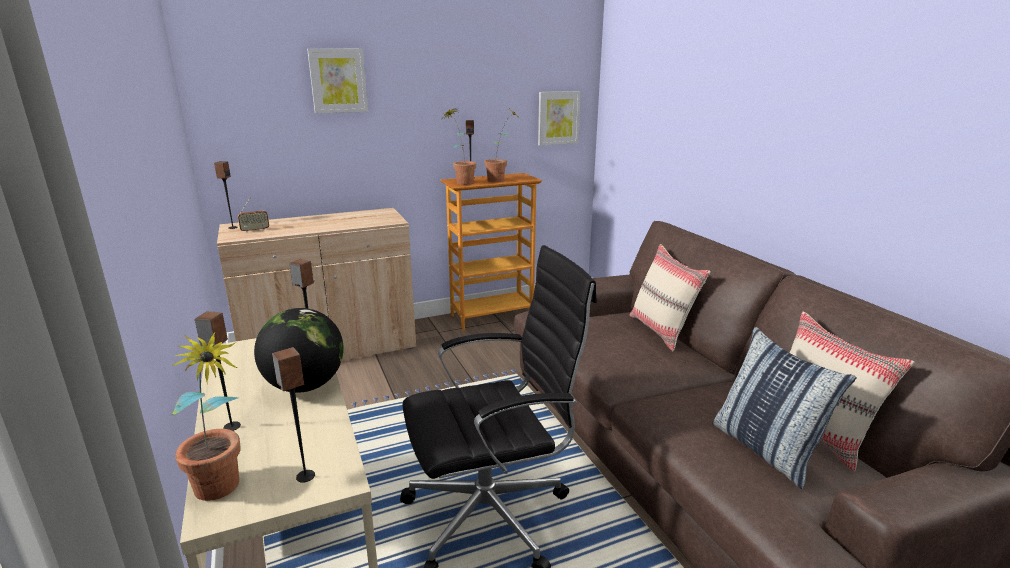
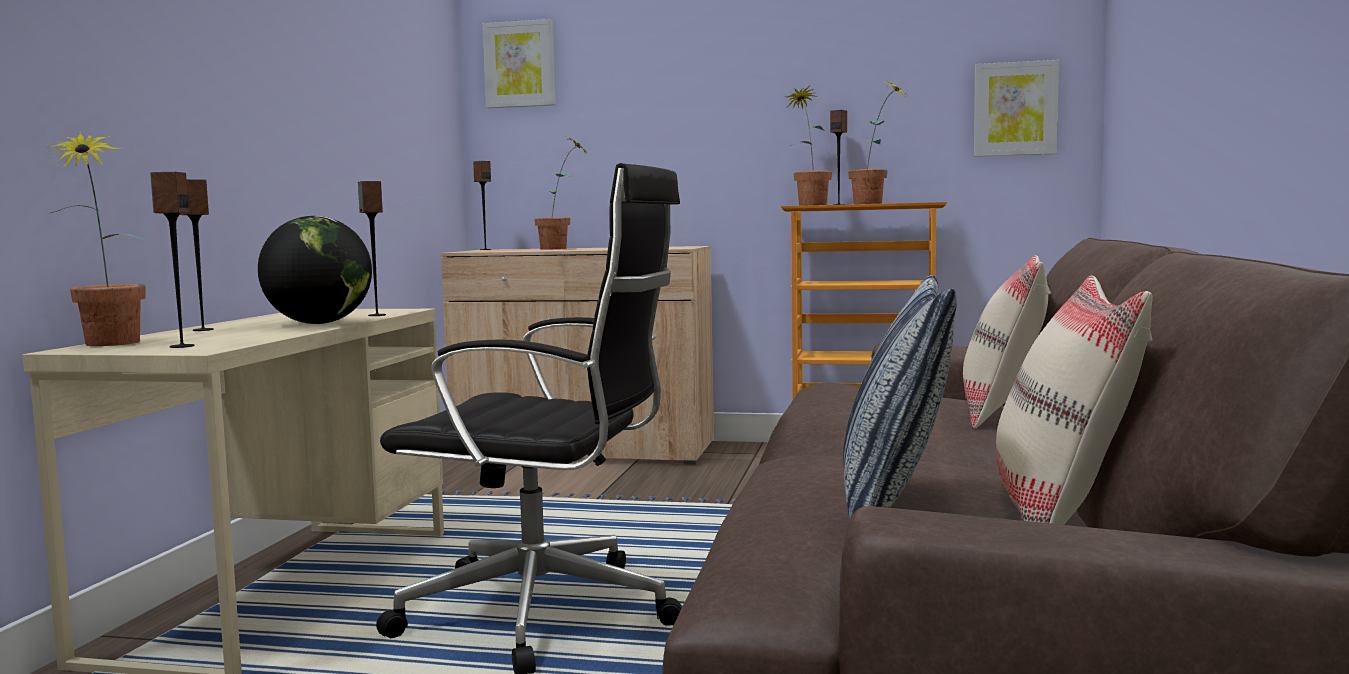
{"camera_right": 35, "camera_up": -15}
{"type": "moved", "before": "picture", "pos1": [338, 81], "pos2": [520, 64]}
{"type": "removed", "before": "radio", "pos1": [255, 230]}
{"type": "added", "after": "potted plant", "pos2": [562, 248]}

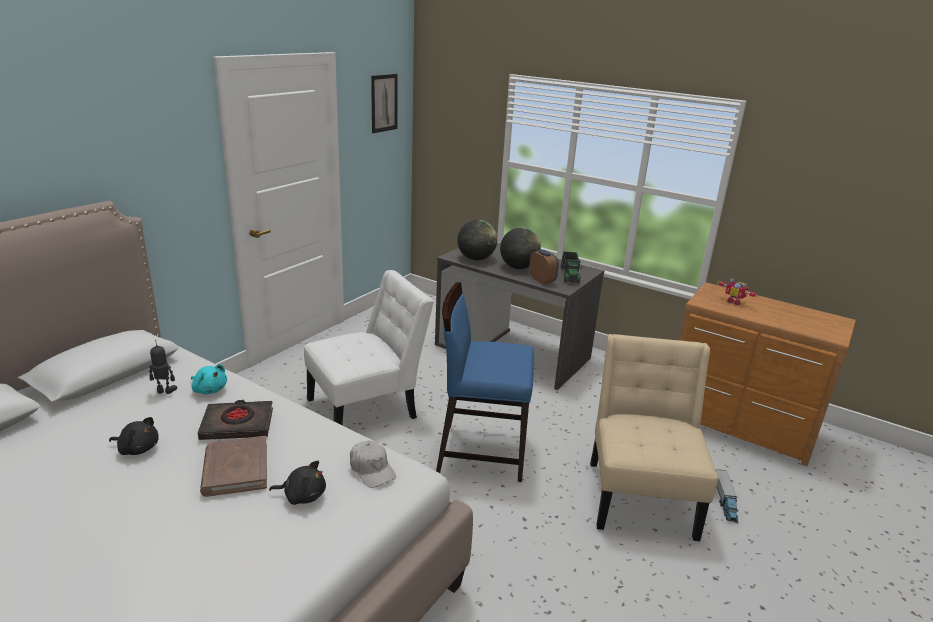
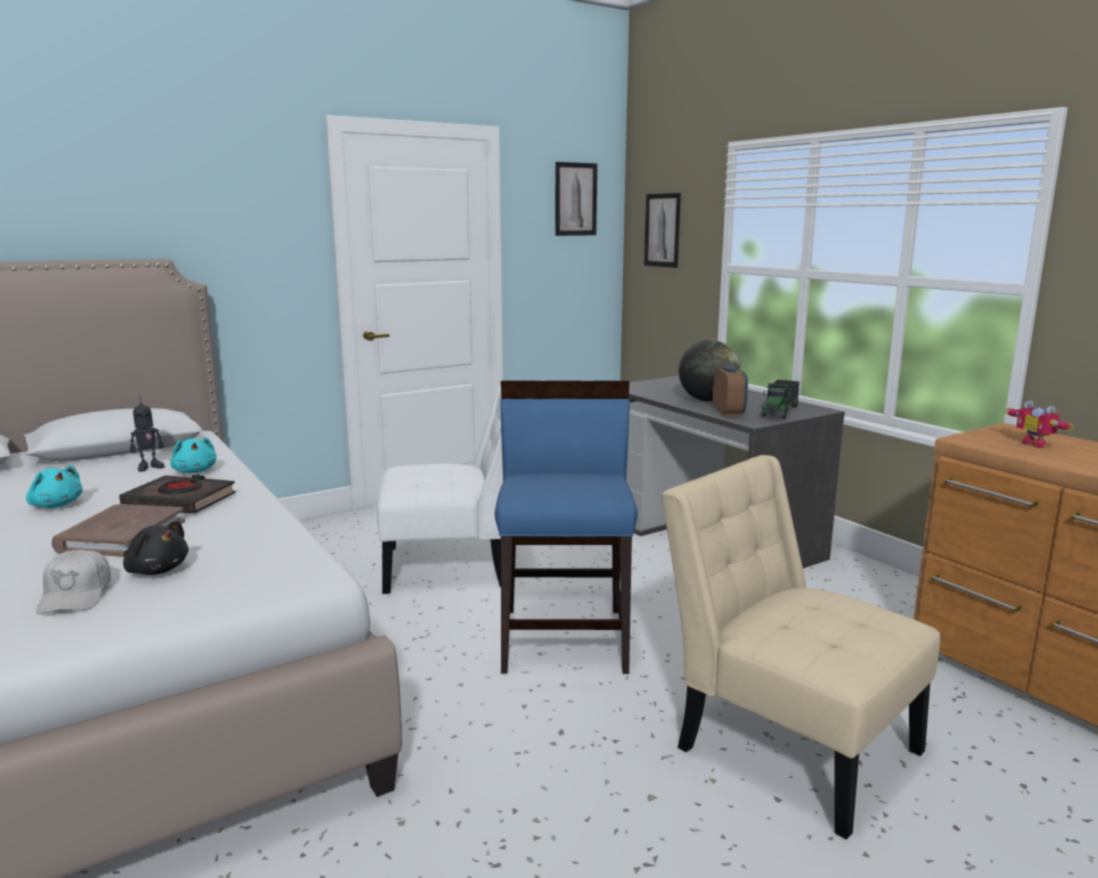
{"camera_right": 25, "camera_up": -10}
{"type": "removed", "before": "globe", "pos1": [476, 259]}
{"type": "turned", "before": "chair in blue", "pos1": [481, 451], "pos2": [565, 638], "turn": 60}
{"type": "turned", "before": "chair in beige", "pos1": [640, 494], "pos2": [787, 743], "turn": -75}
{"type": "turned", "before": "toy robot", "pos1": [165, 391], "pos2": [149, 467], "turn": 120}
{"type": "recoloured", "before": "plush toy in black", "after": "plush toy in turquoise", "pos1": [137, 448], "pos2": [56, 505]}
{"type": "moved", "before": "cap in white", "pos1": [372, 469], "pos2": [76, 595]}
{"type": "removed", "before": "toy truck", "pos1": [724, 501]}
{"type": "added", "after": "picture", "pos2": [662, 230]}

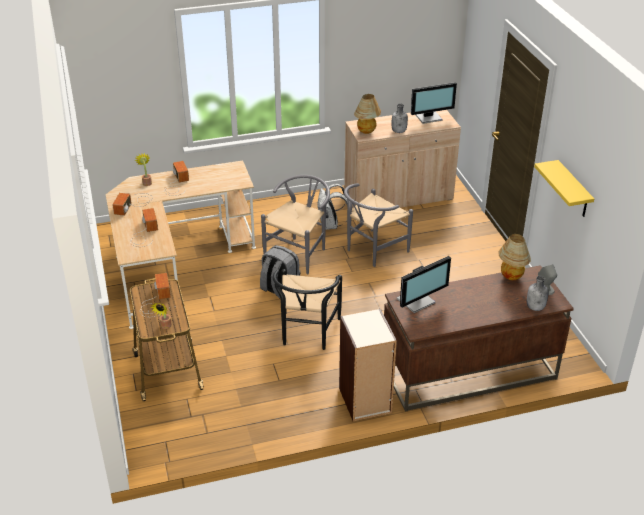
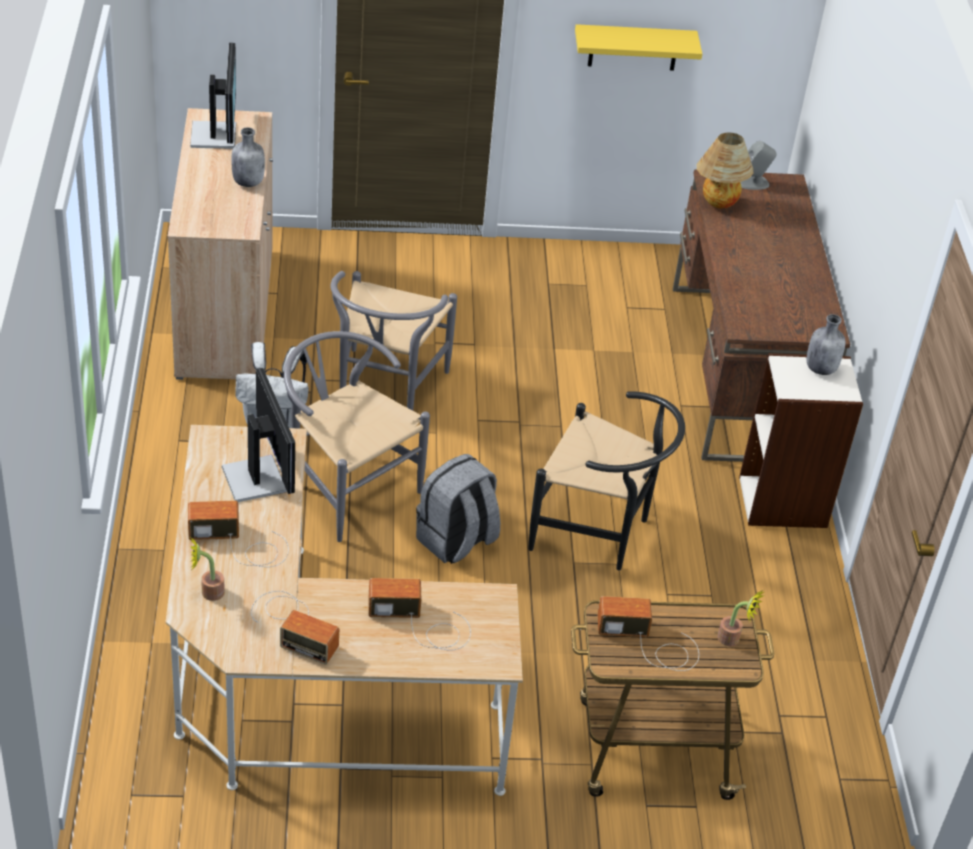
{"camera_right": -80, "camera_up": 5}
{"type": "removed", "before": "table lamp", "pos1": [367, 132]}
{"type": "turned", "before": "chair in grey", "pos1": [372, 251], "pos2": [385, 391], "turn": 45}
{"type": "moved", "before": "monitor", "pos1": [417, 301], "pos2": [257, 478]}
{"type": "moved", "before": "bottle in grey", "pos1": [535, 307], "pos2": [821, 368]}

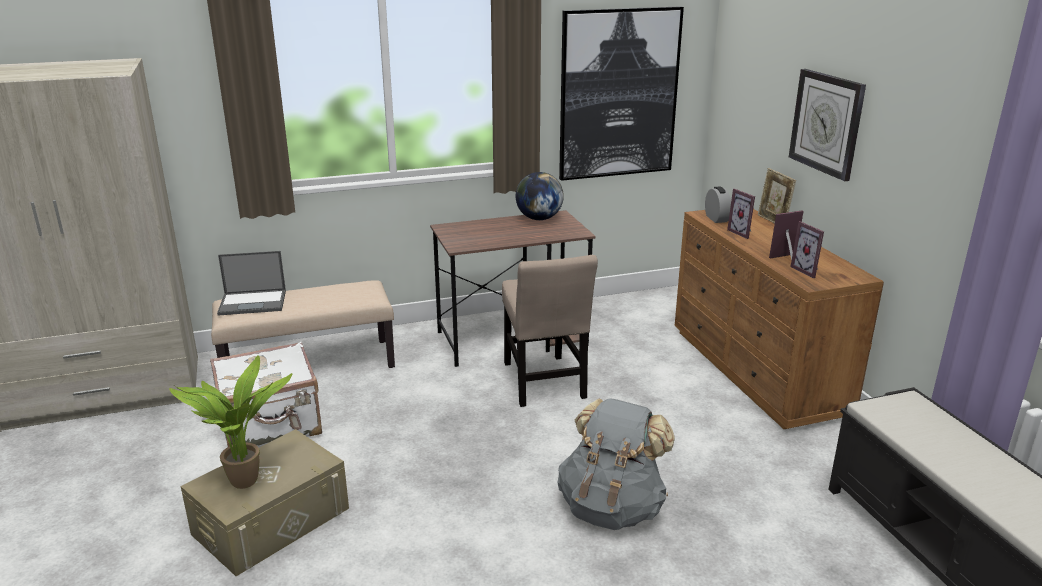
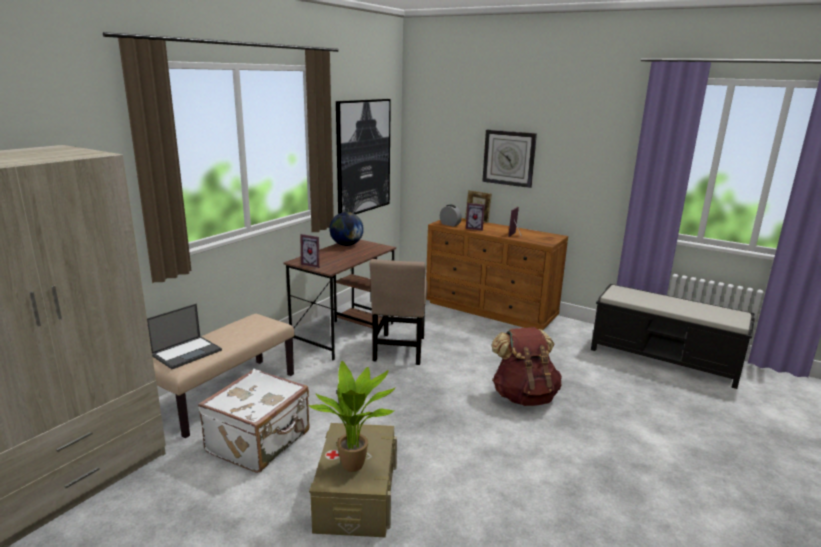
{"camera_right": -40, "camera_up": -5}
{"type": "moved", "before": "picture frame", "pos1": [809, 271], "pos2": [313, 264]}
{"type": "turned", "before": "chair in beige", "pos1": [544, 383], "pos2": [399, 351], "turn": 60}
{"type": "recoloured", "before": "backpack in grey", "after": "backpack in brown", "pos1": [612, 508], "pos2": [524, 396]}

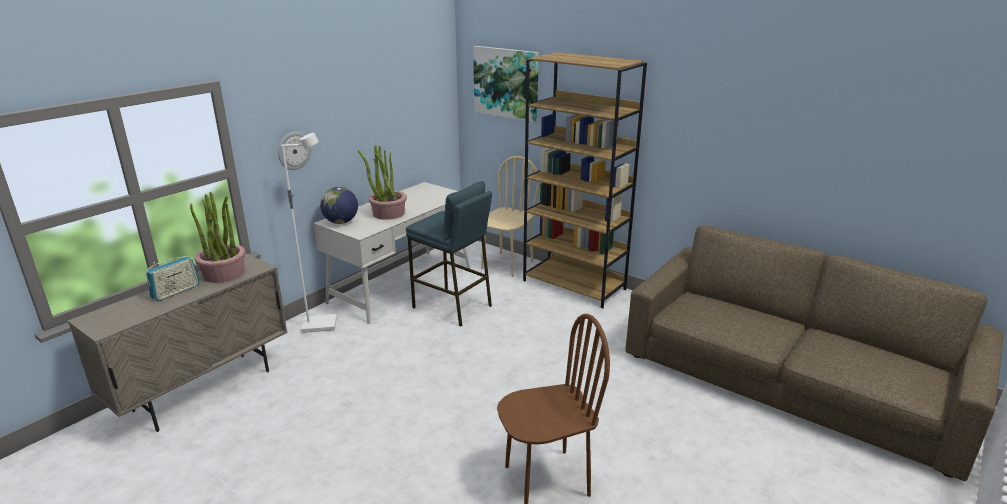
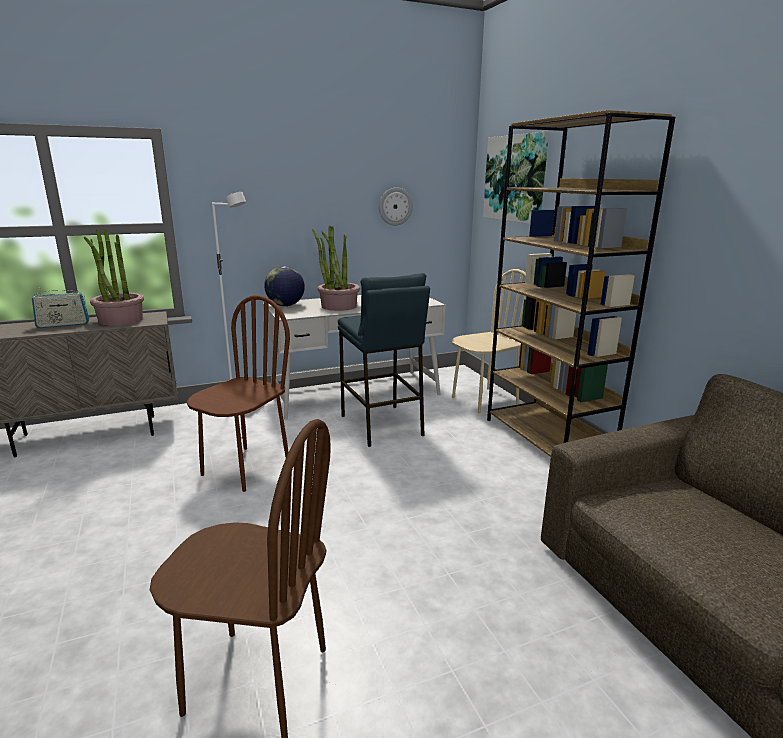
{"camera_right": 30, "camera_up": -5}
{"type": "moved", "before": "wall clock", "pos1": [294, 150], "pos2": [395, 206]}
{"type": "added", "after": "chair in brown", "pos2": [245, 468]}

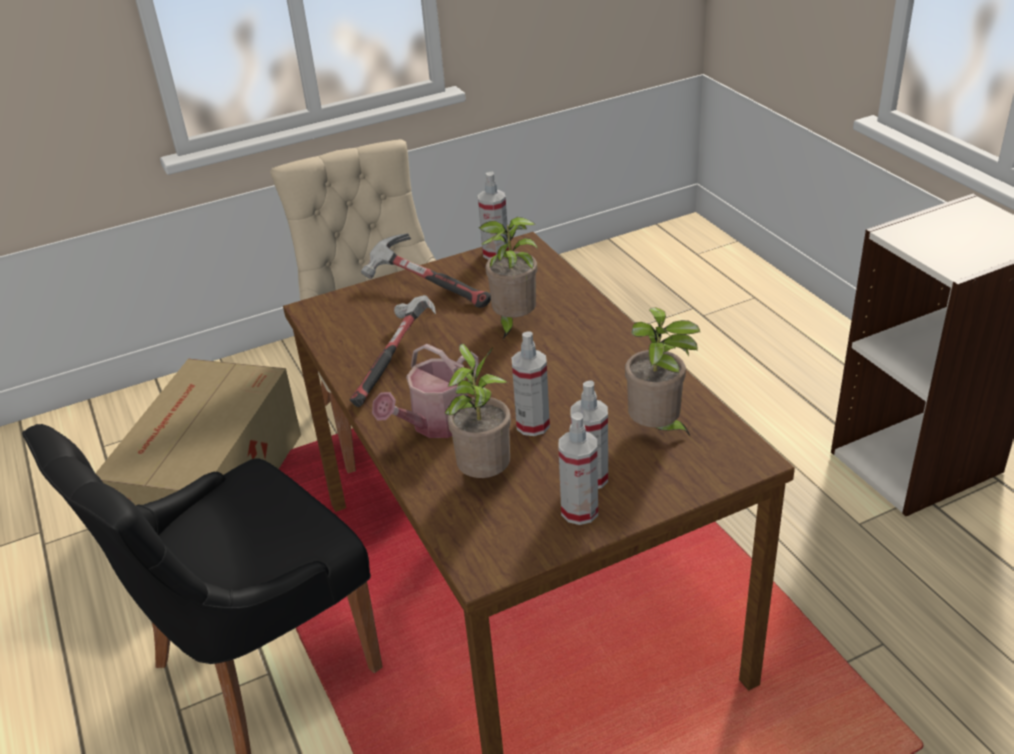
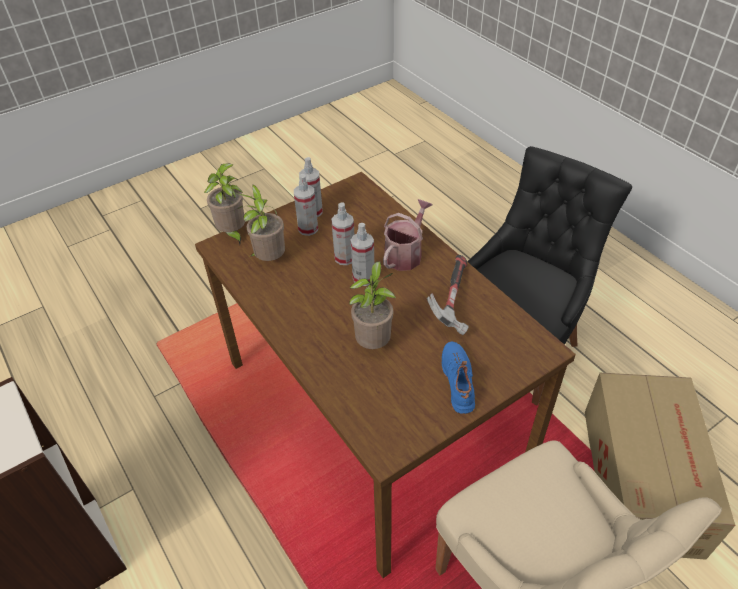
{"camera_right": 170, "camera_up": 10}
{"type": "moved", "before": "spray bottle", "pos1": [496, 253], "pos2": [363, 278]}
{"type": "replaced", "before": "hammer", "after": "shoe in blue", "pos1": [426, 288], "pos2": [459, 381]}
{"type": "moved", "before": "potted plant", "pos1": [484, 475], "pos2": [232, 234]}

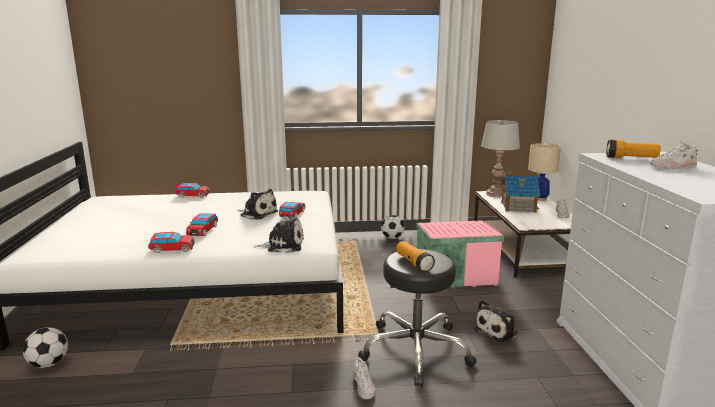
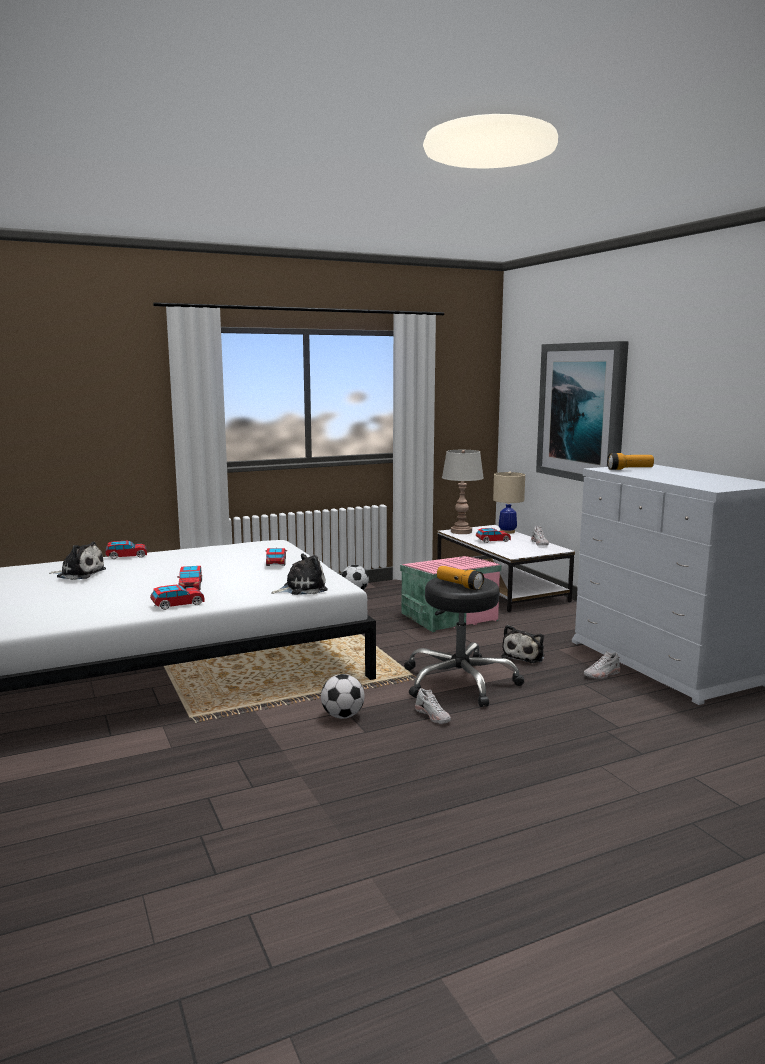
{"camera_right": -20, "camera_up": -5}
{"type": "moved", "before": "shoe in white", "pos1": [672, 167], "pos2": [602, 674]}
{"type": "replaced", "before": "toy house", "after": "toy car", "pos1": [518, 207], "pos2": [493, 541]}
{"type": "moved", "before": "plush toy", "pos1": [257, 214], "pos2": [79, 574]}
{"type": "moved", "before": "football", "pos1": [49, 364], "pos2": [342, 716]}
{"type": "added", "after": "picture", "pos2": [582, 412]}

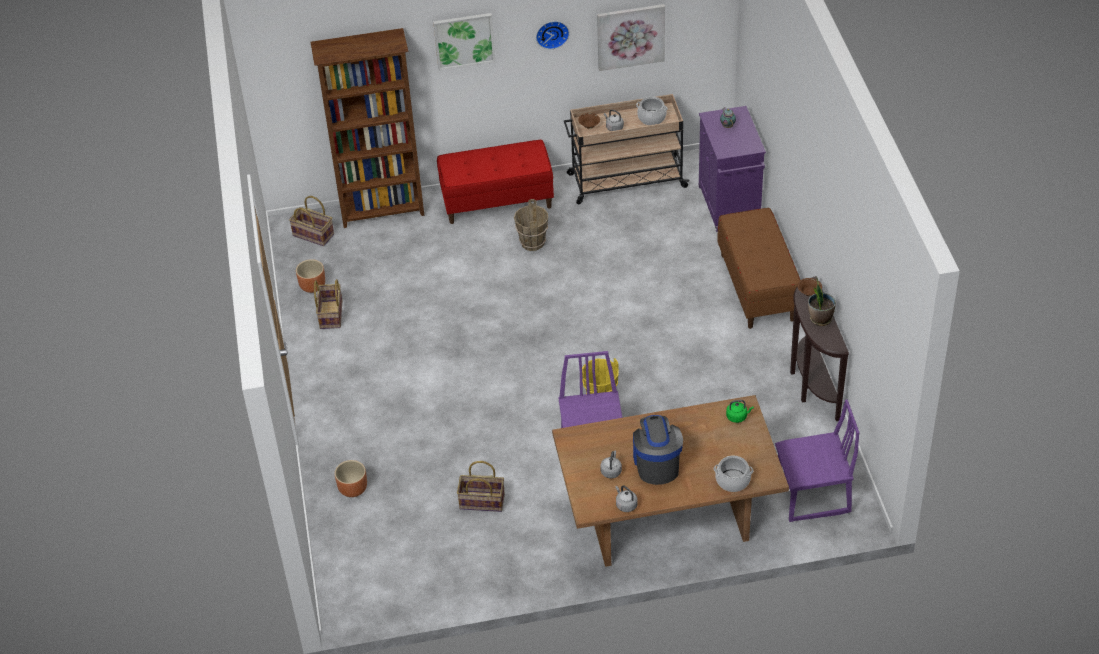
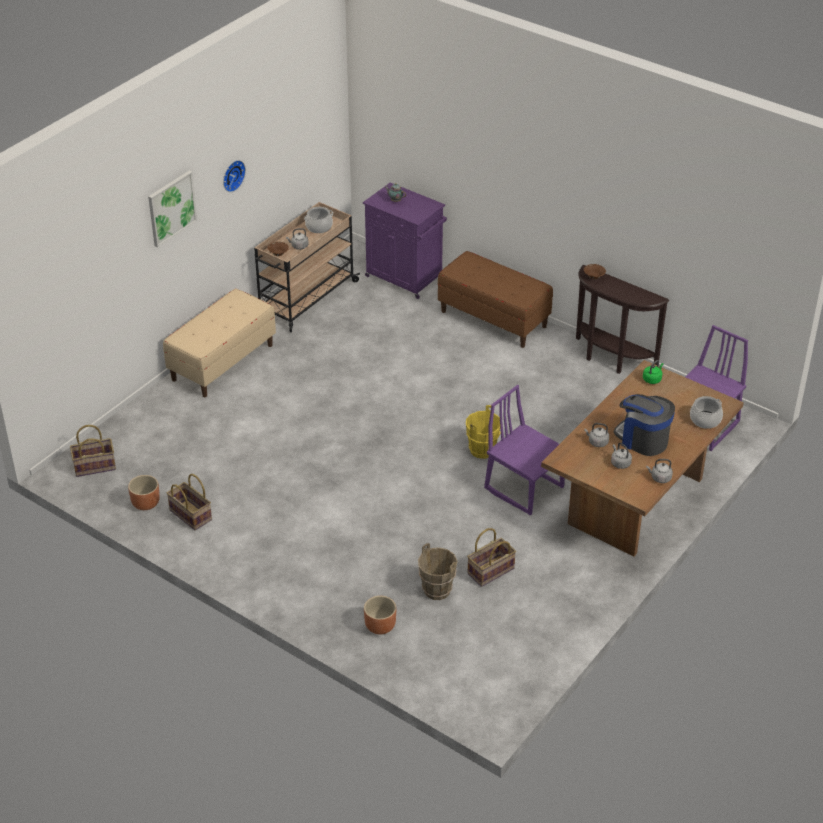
{"camera_right": -45, "camera_up": -5}
{"type": "removed", "before": "picture", "pos1": [630, 36]}
{"type": "removed", "before": "bookcase in brown", "pos1": [383, 211]}
{"type": "recoloured", "before": "bench in red", "after": "bench in beige", "pos1": [497, 201], "pos2": [222, 362]}
{"type": "moved", "before": "bucket in brown", "pos1": [532, 243], "pos2": [436, 590]}
{"type": "removed", "before": "potted plant", "pos1": [820, 318]}
{"type": "added", "after": "kettle in grey", "pos2": [597, 442]}

